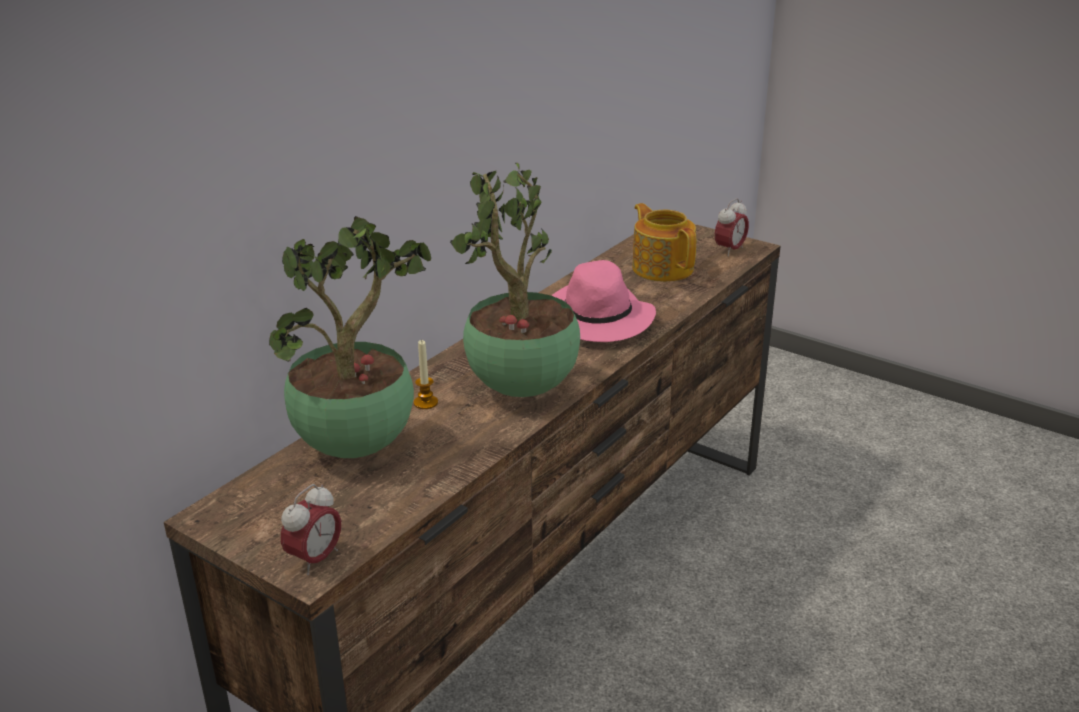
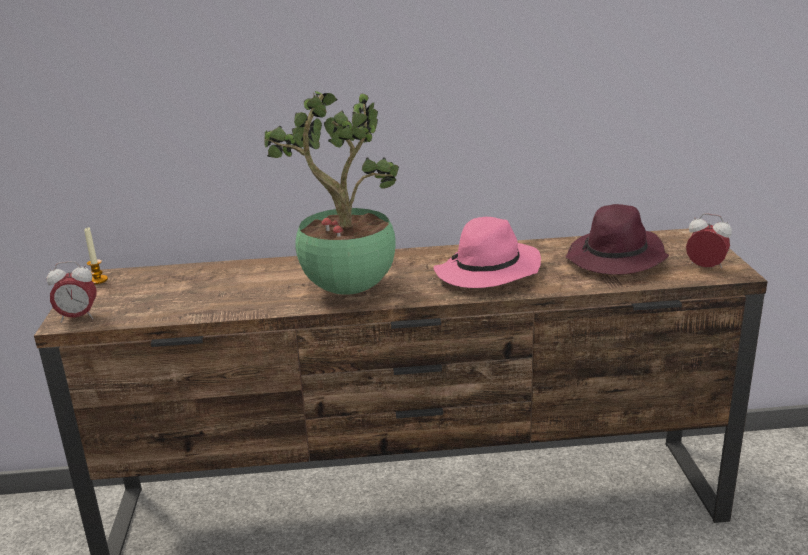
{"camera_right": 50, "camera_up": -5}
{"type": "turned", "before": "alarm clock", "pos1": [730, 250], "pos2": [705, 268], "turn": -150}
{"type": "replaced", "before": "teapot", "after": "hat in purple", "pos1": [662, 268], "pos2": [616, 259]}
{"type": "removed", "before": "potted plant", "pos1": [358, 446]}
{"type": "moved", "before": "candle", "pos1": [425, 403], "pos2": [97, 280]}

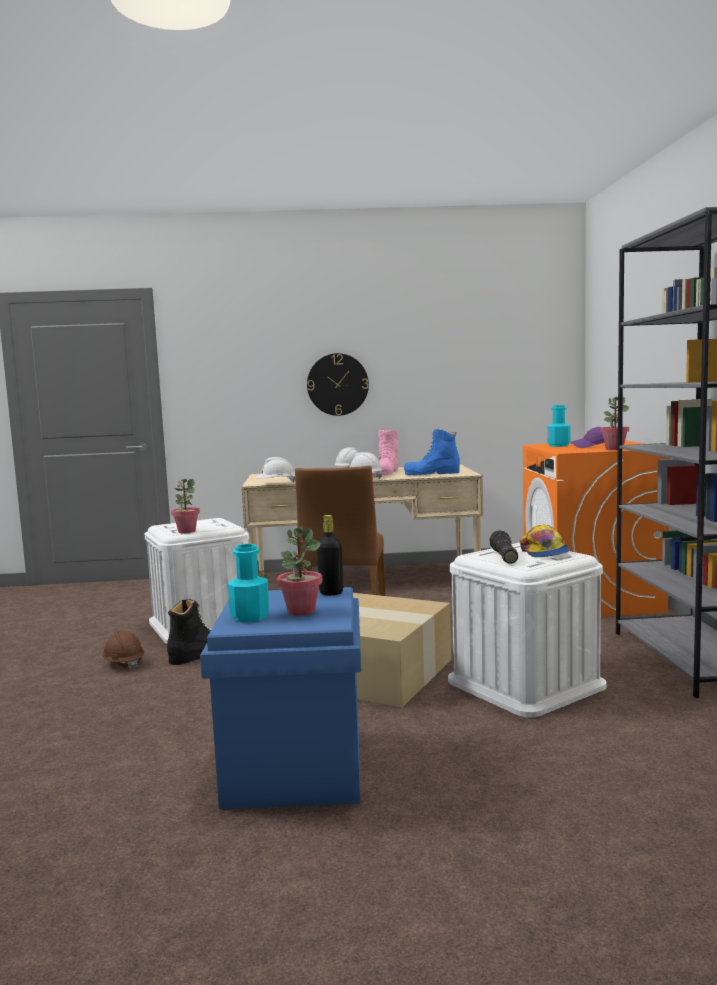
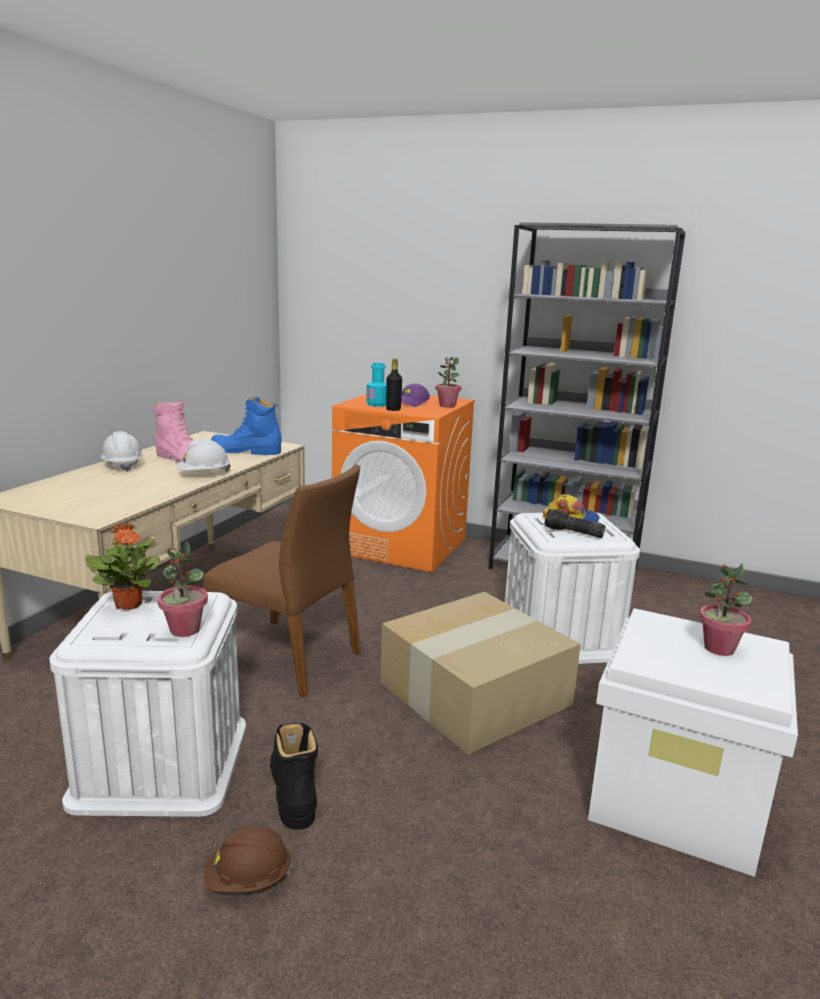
{"camera_right": -65, "camera_up": 10}
{"type": "removed", "before": "wall clock", "pos1": [337, 384]}
{"type": "turned", "before": "boot in blue", "pos1": [432, 473], "pos2": [246, 451], "turn": 75}
{"type": "removed", "before": "hard hat in white", "pos1": [276, 483]}
{"type": "moved", "before": "bottle in black", "pos1": [331, 593], "pos2": [393, 409]}
{"type": "removed", "before": "bottle in turquoise", "pos1": [250, 616]}
{"type": "recoloured", "before": "storage box in blue", "after": "storage box in white", "pos1": [296, 767], "pos2": [677, 802]}
{"type": "added", "after": "potted plant", "pos2": [129, 604]}

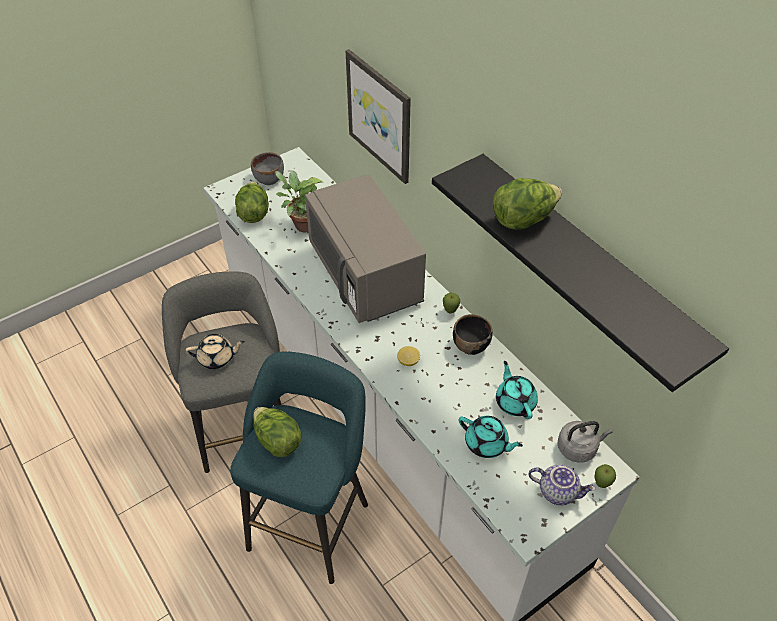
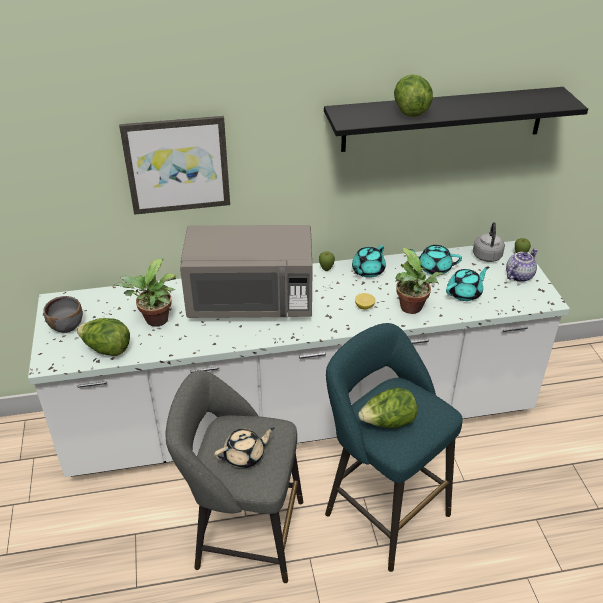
{"camera_right": -65, "camera_up": -10}
{"type": "replaced", "before": "bowl in black", "after": "teapot in turquoise", "pos1": [470, 345], "pos2": [367, 271]}
{"type": "turned", "before": "teapot in beige", "pos1": [217, 358], "pos2": [245, 455], "turn": 45}
{"type": "added", "after": "potted plant", "pos2": [412, 309]}

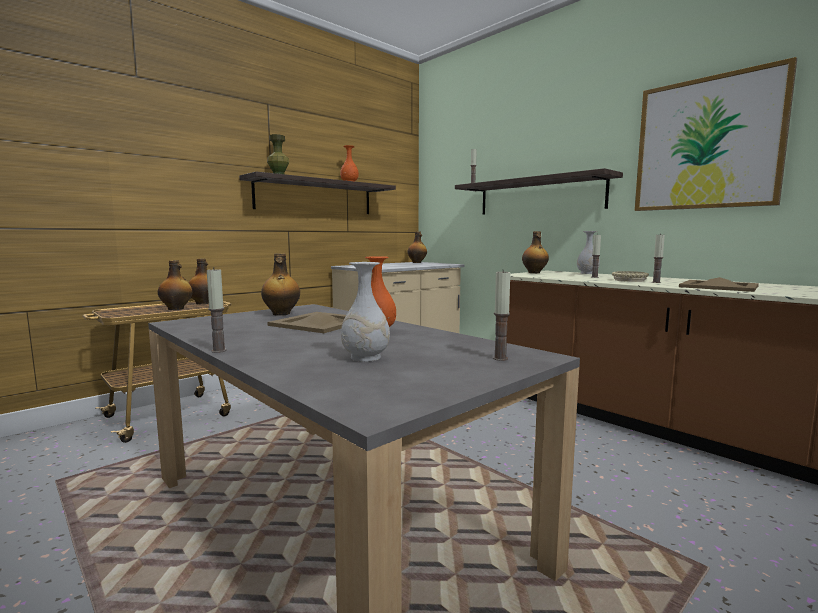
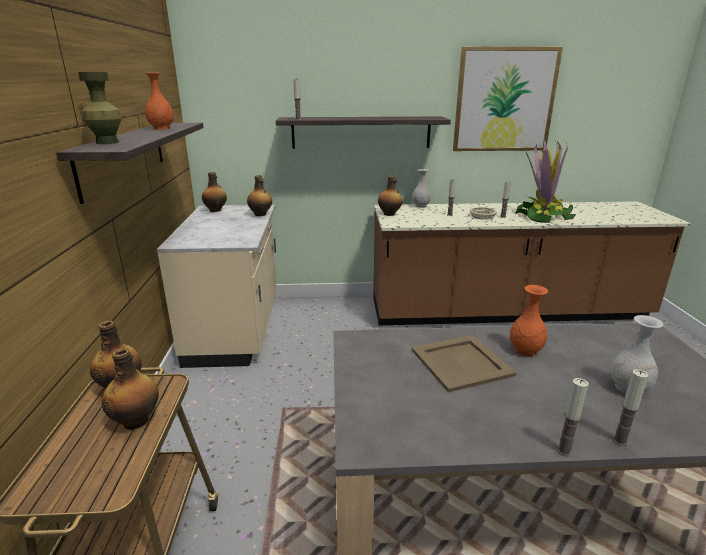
{"camera_right": -50, "camera_up": 15}
{"type": "moved", "before": "bottle", "pos1": [281, 314], "pos2": [260, 214]}
{"type": "moved", "before": "candle", "pos1": [500, 358], "pos2": [620, 441]}
{"type": "replaced", "before": "tray in beige", "after": "potted plant", "pos1": [719, 286], "pos2": [542, 216]}

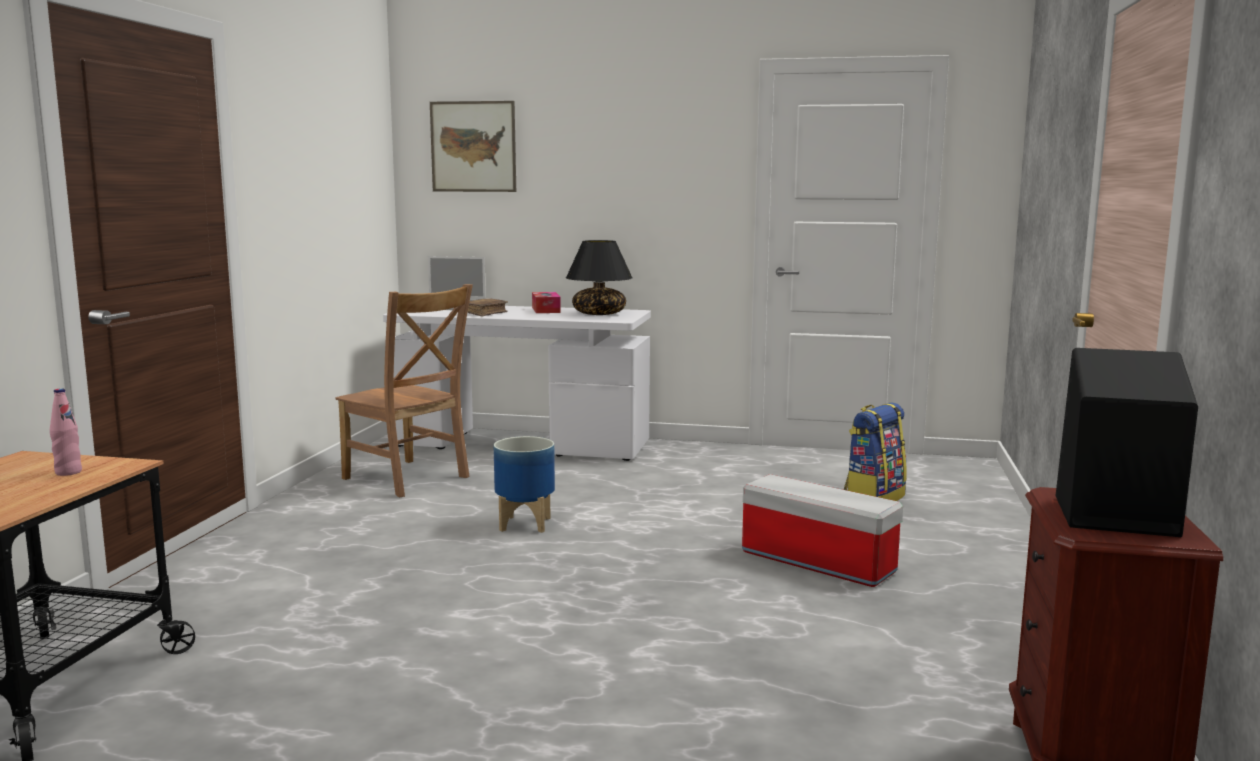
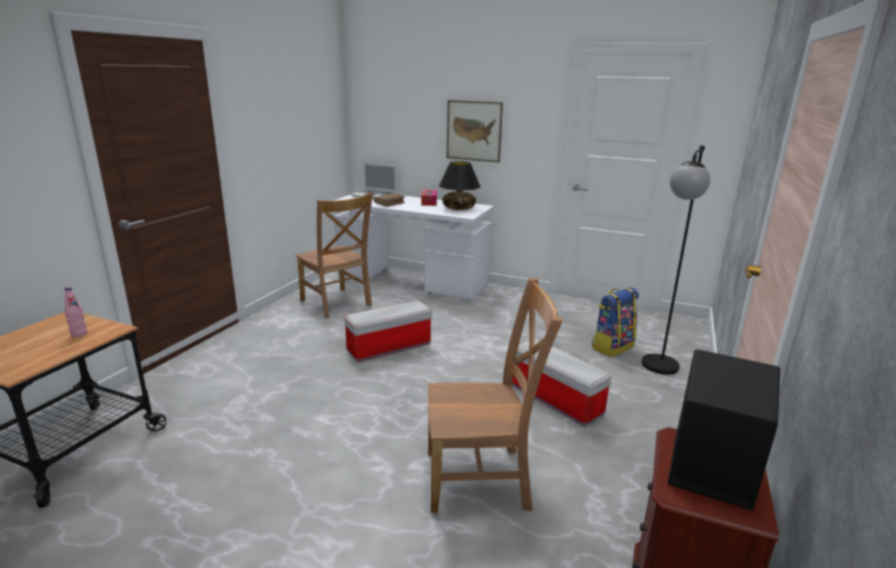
{"camera_right": 10, "camera_up": 10}
{"type": "moved", "before": "picture", "pos1": [473, 146], "pos2": [474, 131]}
{"type": "replaced", "before": "planter", "after": "storage box", "pos1": [525, 524], "pos2": [388, 348]}
{"type": "added", "after": "floor lamp in black", "pos2": [657, 371]}
{"type": "added", "after": "chair in brown", "pos2": [482, 479]}

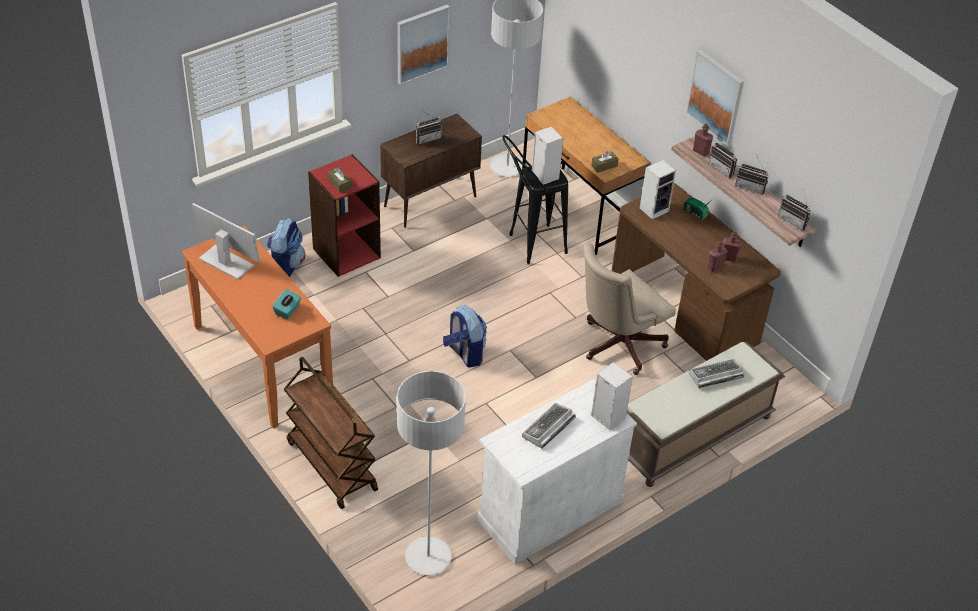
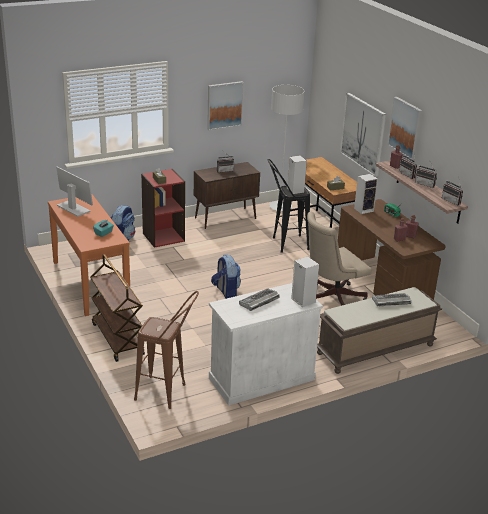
{"camera_right": 10, "camera_up": -15}
{"type": "replaced", "before": "floor lamp in grey", "after": "stool in brown", "pos1": [428, 557], "pos2": [168, 394]}
{"type": "added", "after": "picture", "pos2": [363, 134]}

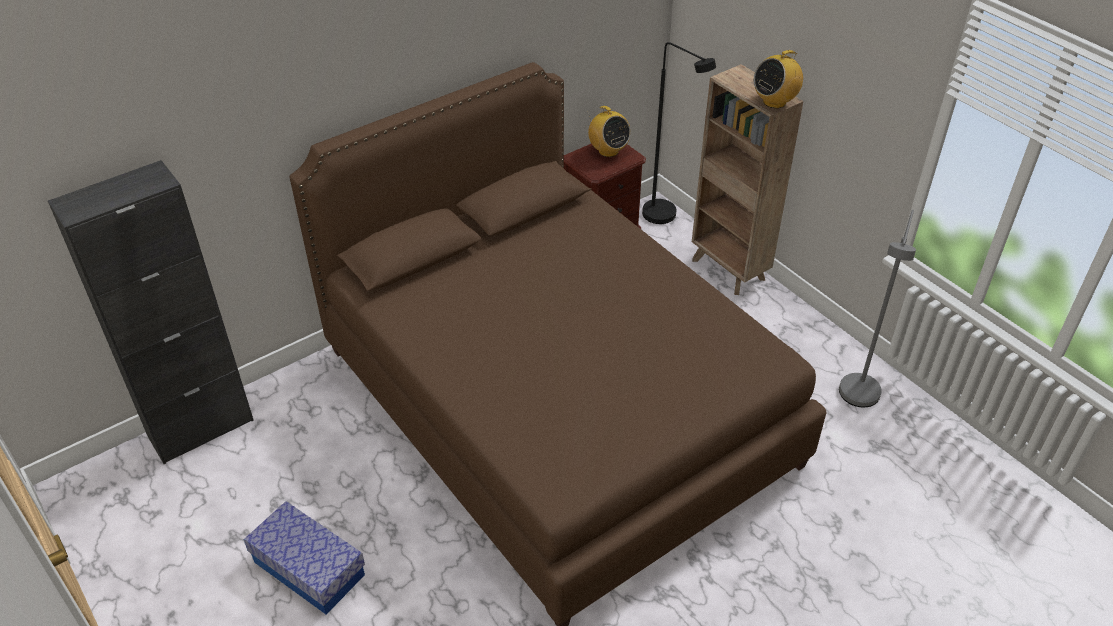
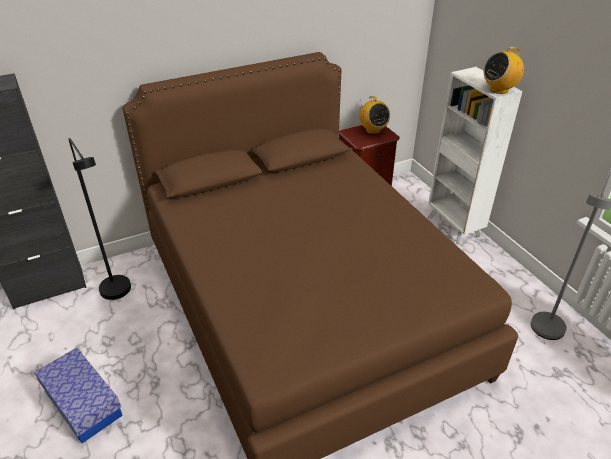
{"camera_right": 10, "camera_up": -5}
{"type": "moved", "before": "floor lamp in black", "pos1": [666, 218], "pos2": [118, 294]}
{"type": "recoloured", "before": "bookcase in brown", "after": "bookcase in white", "pos1": [729, 270], "pos2": [454, 227]}

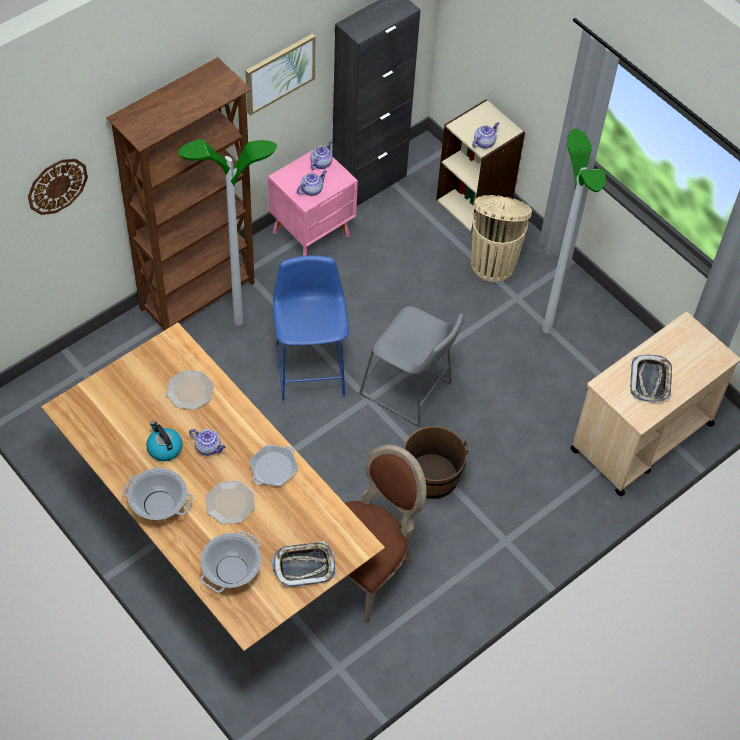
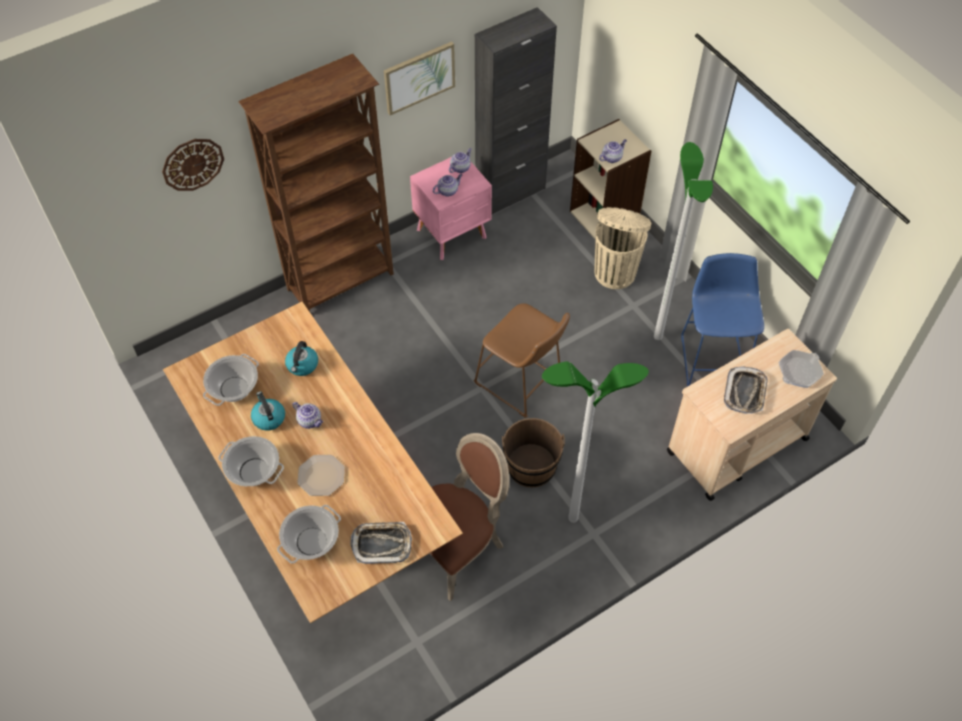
{"camera_right": 10, "camera_up": 0}
{"type": "moved", "before": "floor lamp", "pos1": [238, 322], "pos2": [573, 518]}
{"type": "moved", "before": "stool in blue", "pos1": [310, 366], "pos2": [713, 358]}
{"type": "recoloured", "before": "stool in grey", "after": "stool in brown", "pos1": [409, 392], "pos2": [521, 384]}
{"type": "replaced", "before": "plate", "after": "kettle", "pos1": [190, 390], "pos2": [302, 365]}
{"type": "moved", "before": "frying pan", "pos1": [273, 468], "pos2": [799, 371]}
{"type": "added", "after": "cooking pot", "pos2": [234, 389]}

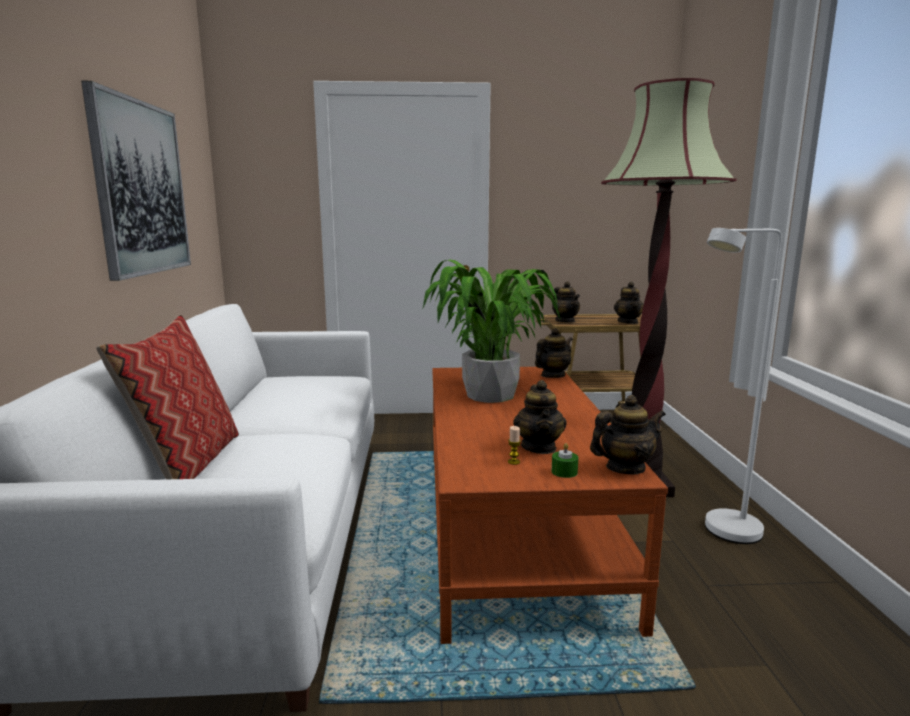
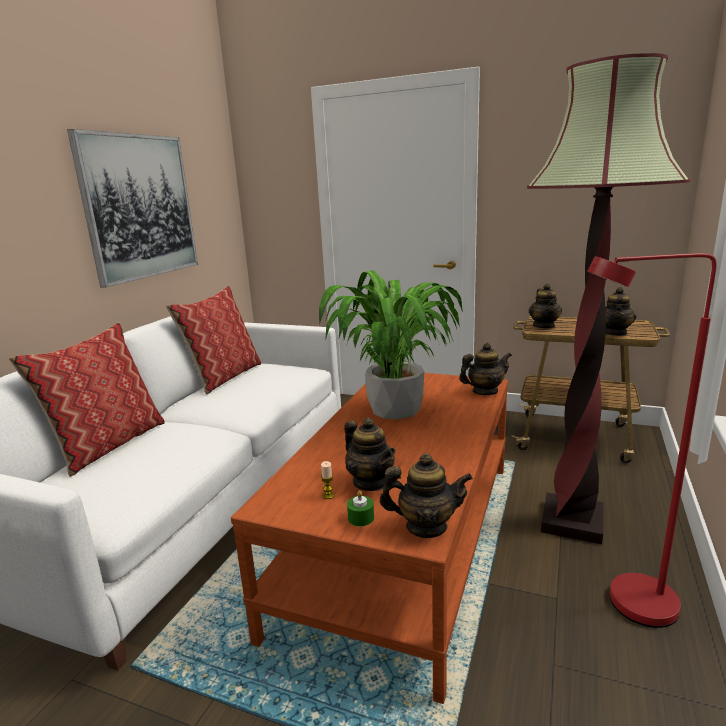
{"camera_right": 25, "camera_up": 5}
{"type": "recoloured", "before": "floor lamp in white", "after": "floor lamp in red", "pos1": [723, 533], "pos2": [625, 605]}
{"type": "turned", "before": "teapot", "pos1": [539, 447], "pos2": [371, 482], "turn": -60}
{"type": "added", "after": "pillow", "pos2": [224, 377]}

